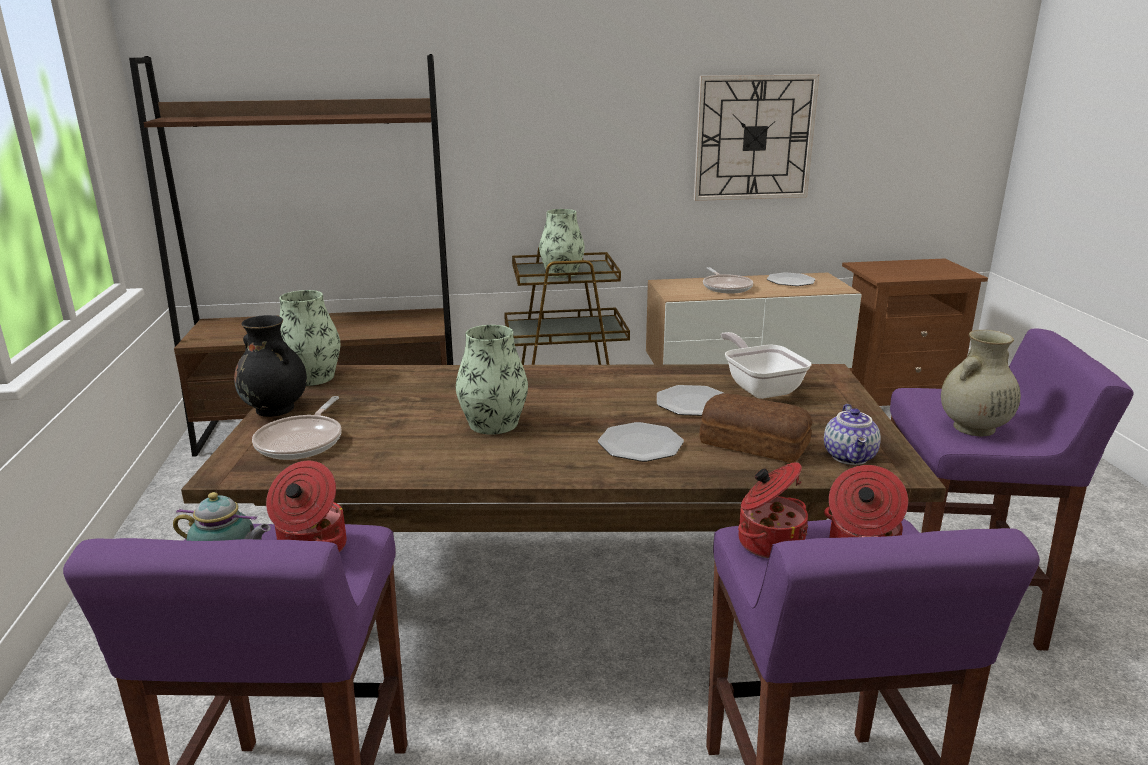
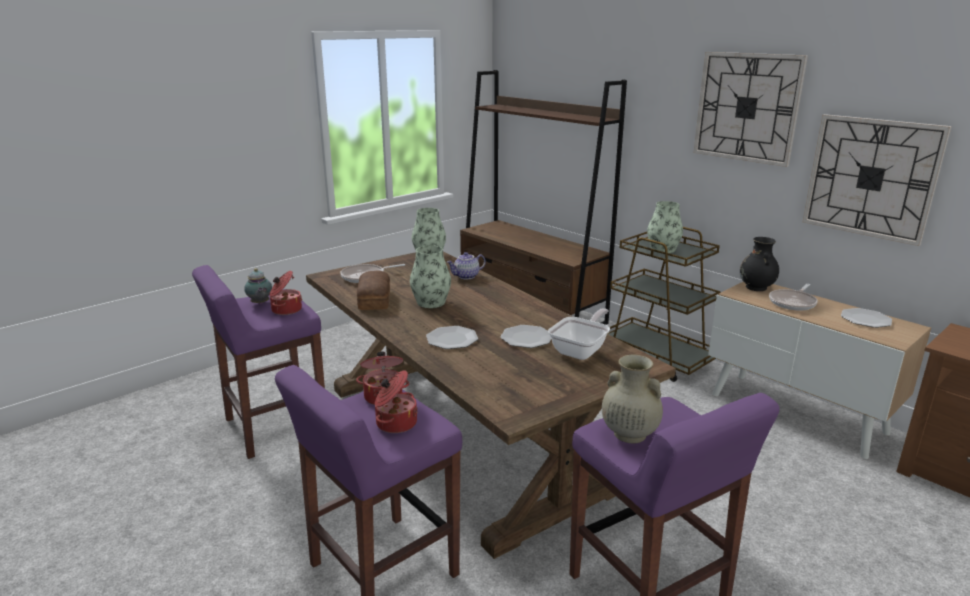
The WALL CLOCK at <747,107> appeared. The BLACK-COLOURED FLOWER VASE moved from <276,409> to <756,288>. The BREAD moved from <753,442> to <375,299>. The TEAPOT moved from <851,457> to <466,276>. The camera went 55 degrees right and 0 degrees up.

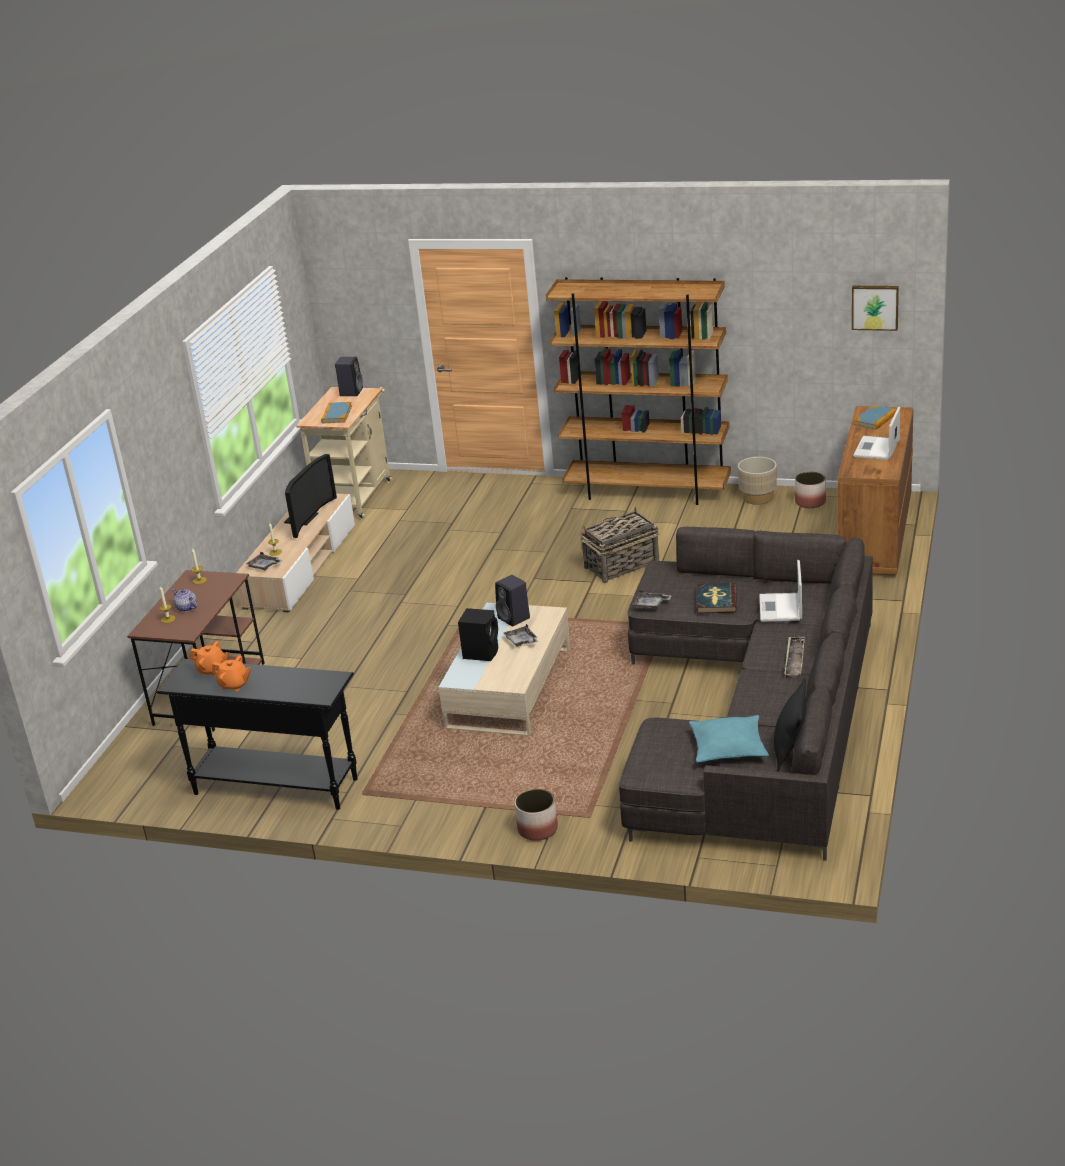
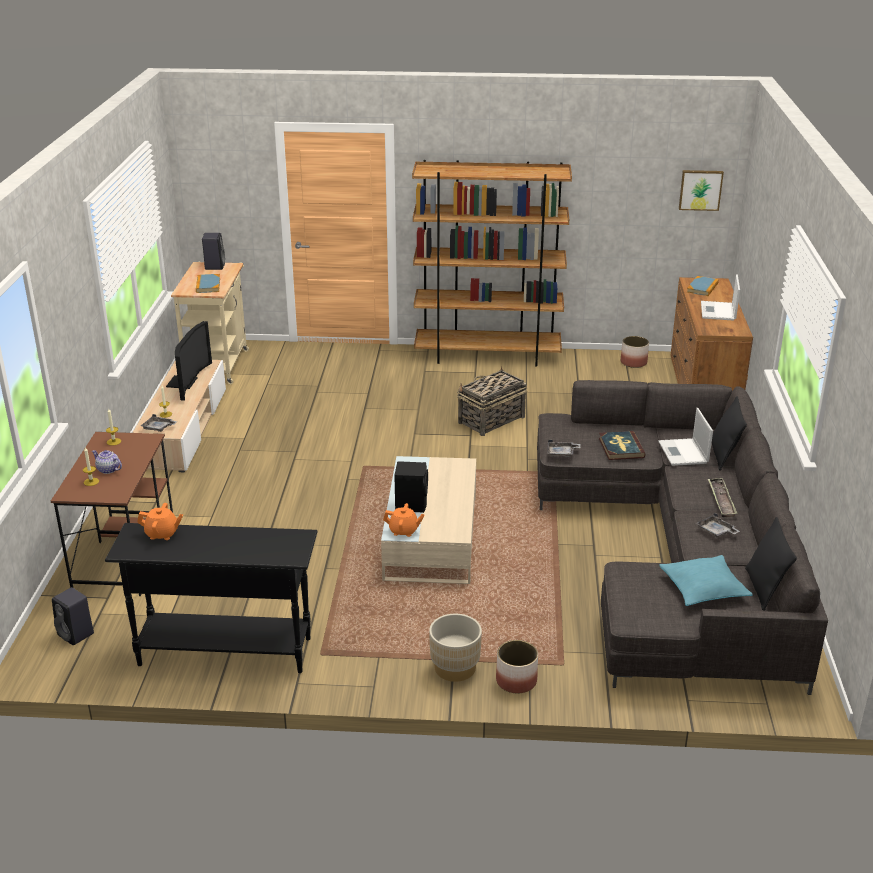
The BLACK-COLOURED THROW PILLOW at <723,456> appeared. The ORANGEY TEAPOT moved from <234,685> to <404,531>. The BLACK-COLOURED LOUDSPEAKER moved from <514,618> to <76,634>. The GREY TRAY moved from <521,641> to <716,531>. The SAND-COLOURED FLOWER POT moved from <757,497> to <455,668>. The camera went 15 degrees left and 0 degrees up.

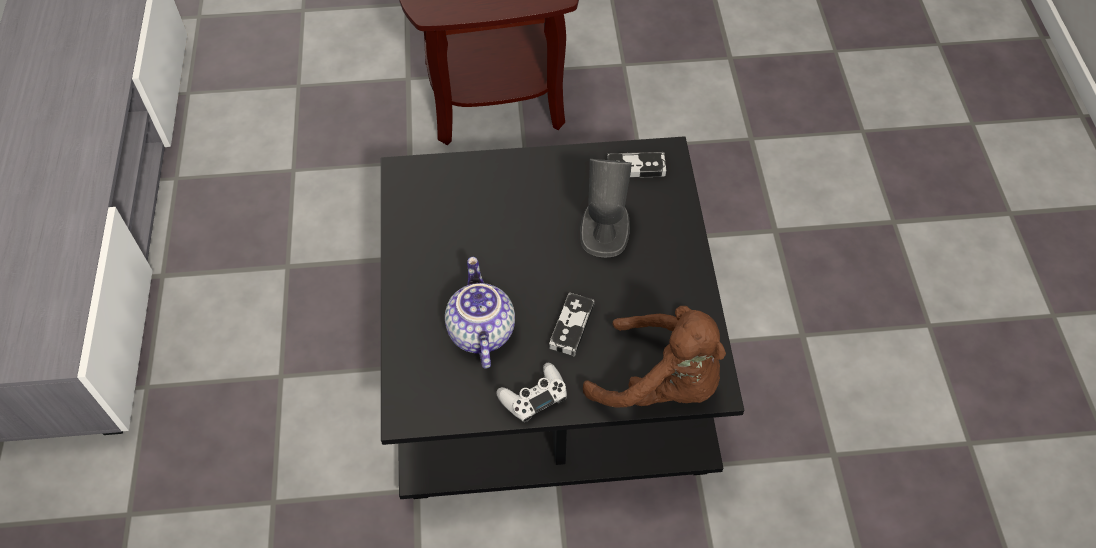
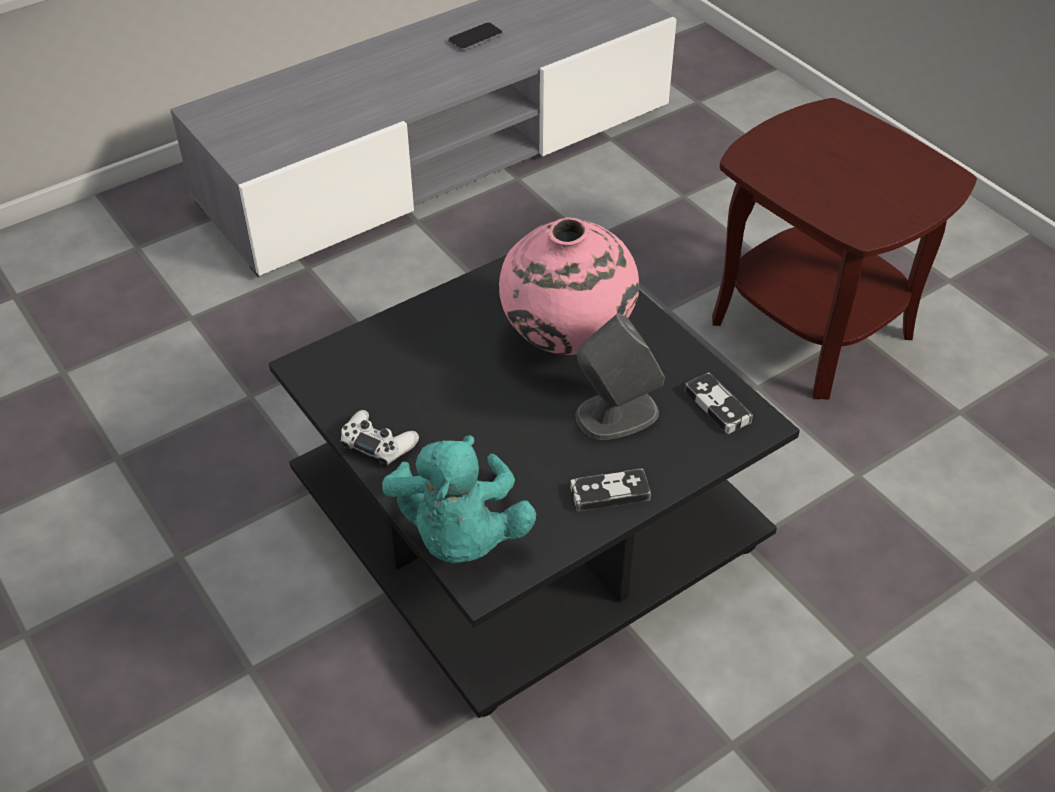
The TEAPOT at <479,331> disappeared. The PHONE at <475,39> appeared. The PINK FLOWER VASE at <567,342> appeared. The GAME CONTROLLER moved from <571,326> to <610,493>. The BROWN-COLOURED CUDDLY TOY at <661,382> became the TURQUOISE CUDDLY TOY at <459,535>. The camera went 60 degrees right and 10 degrees down.

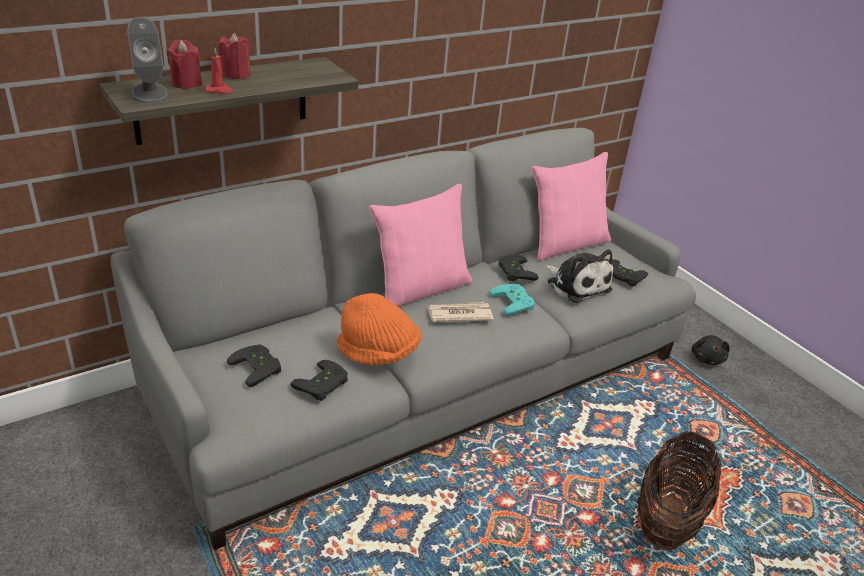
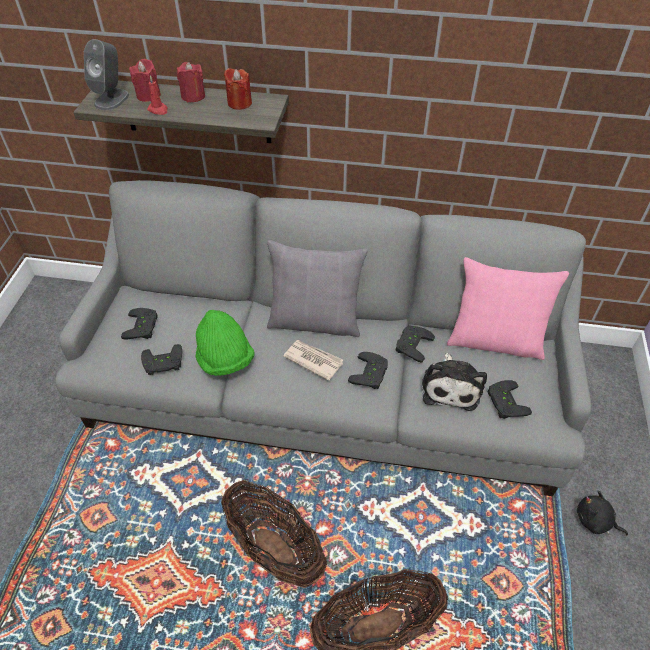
The HOUSEHOLD BASKET at <275,548> appeared. The RED CANDLE at <239,103> appeared. The ORANGEY CLOTHING HAT at <378,353> became the GREEN-COLOURED CLOTHING HAT at <225,359>. The PINK THROW PILLOW at <420,288> became the GREY THROW PILLOW at <315,321>. The TURQUOISE GAME CONTROLLER at <515,302> became the BLACK-COLOURED GAME CONTROLLER at <371,374>. The BLACK-COLOURED CUDDLY TOY at <707,358> turned 75 degrees clockwise. The camera went 45 degrees right and 15 degrees up.

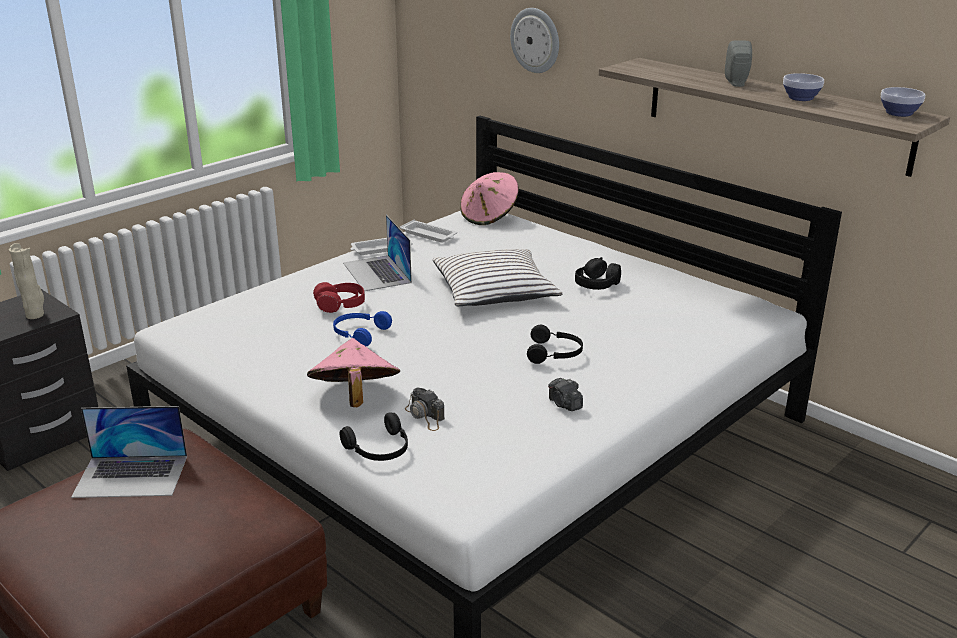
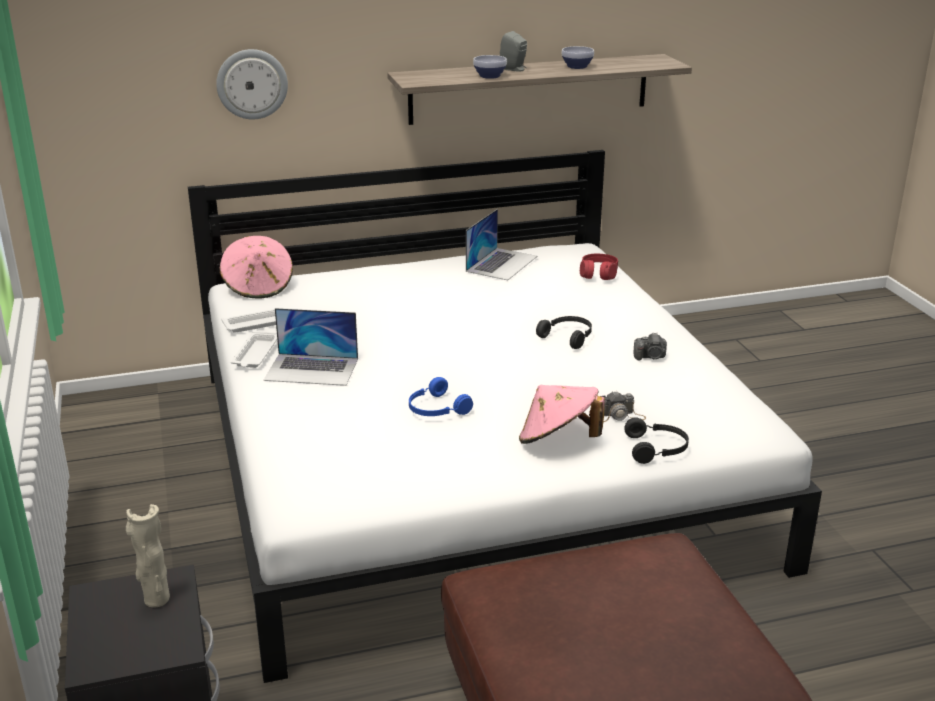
The WHITE THROW PILLOW at <494,291> disappeared. The BLACK-COLOURED HEADPHONES at <597,284> disappeared. The LAPTOP moved from <131,476> to <501,263>. The RED HEADPHONES moved from <340,305> to <598,274>. The DEEP DISH moved from <898,113> to <489,76>. The camera went 60 degrees left and 0 degrees up.

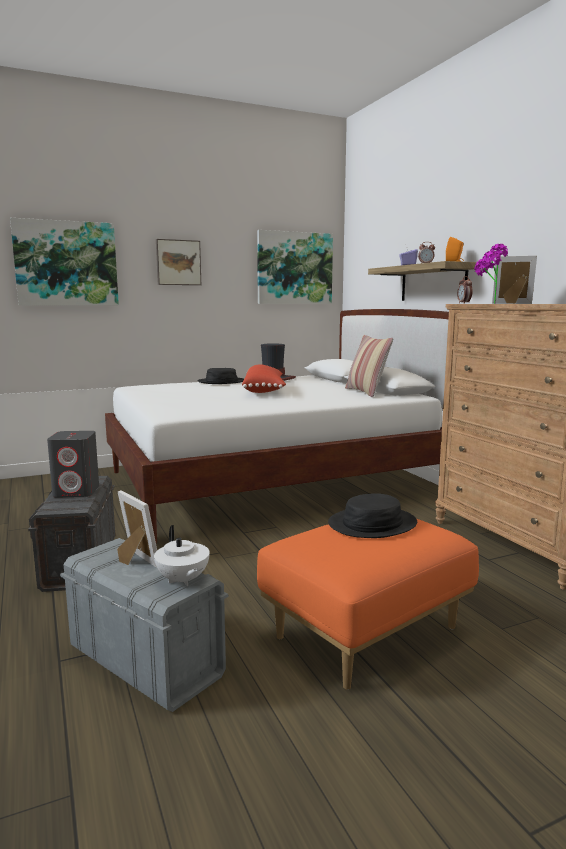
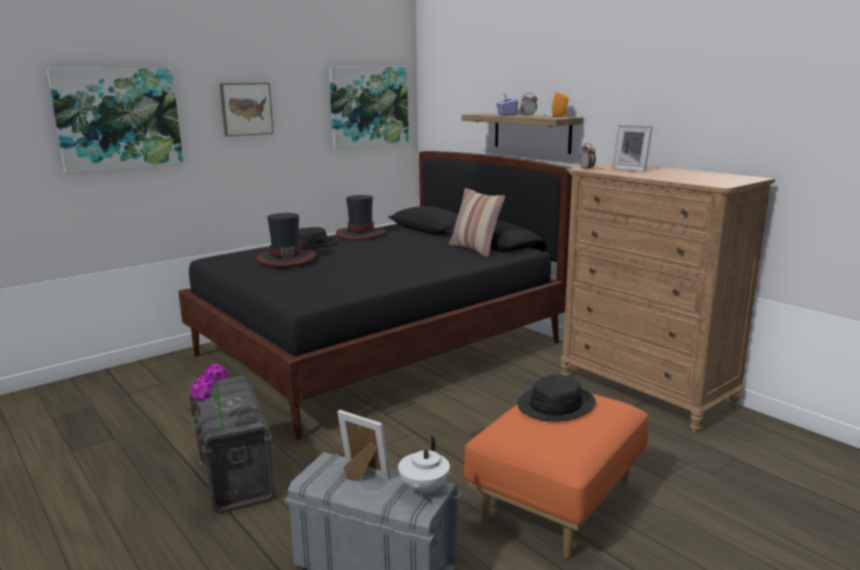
The GREY LOUDSPEAKER at <77,491> disappeared. The RED THROW PILLOW at <264,390> disappeared. The CLOTHING HAT at <286,259> appeared. The PLANT IN A POT moved from <487,303> to <212,430>. The WHITE BEDROOM BED at <272,482> became the BLACK-COLOURED BEDROOM BED at <379,349>. The WHITE TEAPOT at <182,580> turned 60 degrees clockwise. The STANDING FRAME at <512,303> turned 135 degrees counterclockwise. The camera went 15 degrees left and 5 degrees up.

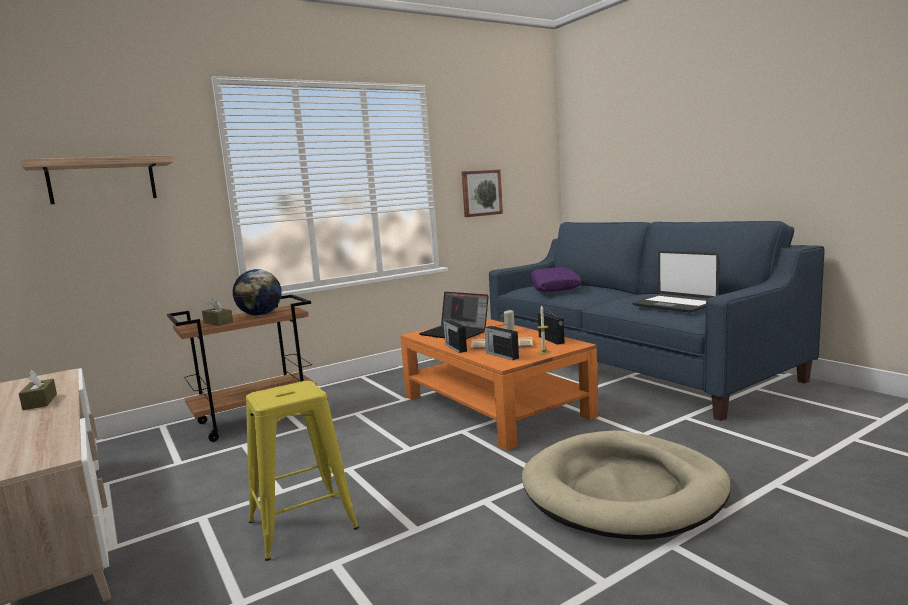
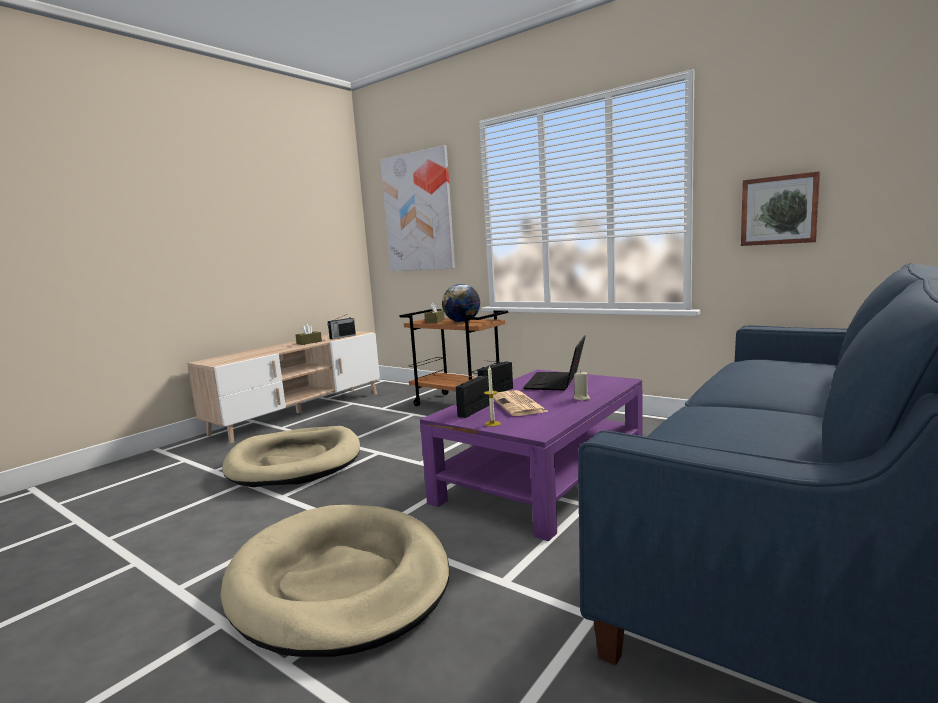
The PURPLE THROW PILLOW at <555,288> disappeared. The LAPTOP at <675,305> disappeared. The RADIO RECEIVER moved from <551,340> to <342,337>. The WALL SHELF at <102,181> was replaced by the WALL ART at <418,212>. The YELLOW STOOL at <302,525> was replaced by the SAND-COLOURED DOG CUSHION at <295,461>. The ORANGEY LOUNGE TABLE at <495,406> became the PURPLE LOUNGE TABLE at <542,476>. The camera went 70 degrees right and 0 degrees up.

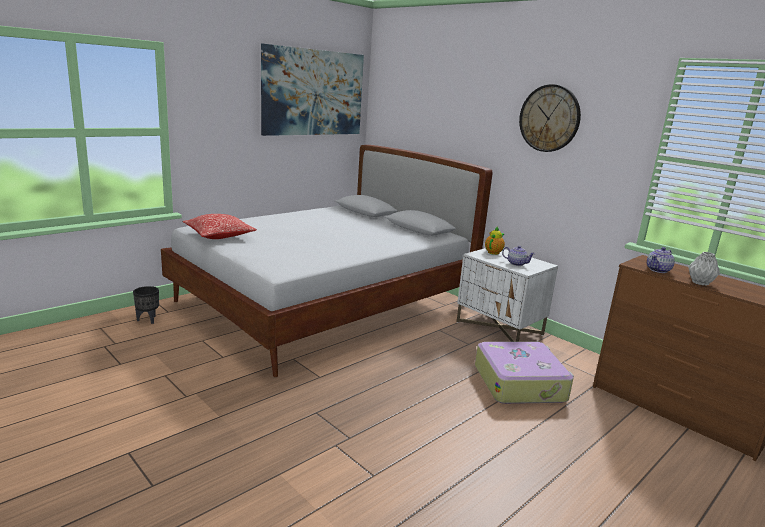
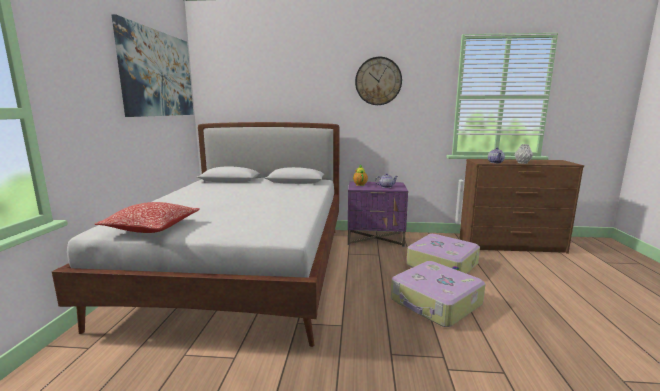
The BLACK-COLOURED FLOWER POT at <148,320> disappeared. The SUITCASE at <436,303> appeared. The WHITE NIGHT TABLE at <500,328> became the PURPLE NIGHT TABLE at <375,239>. The camera went 40 degrees left and 5 degrees down.

